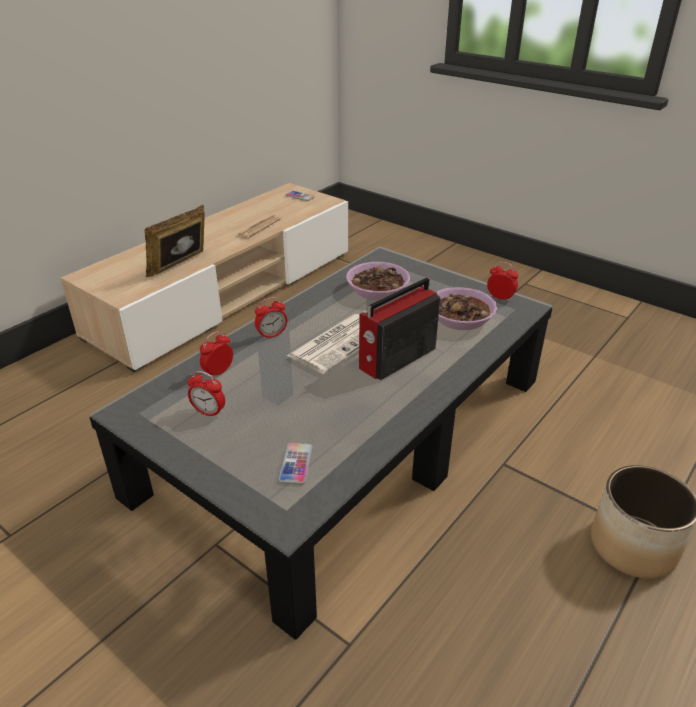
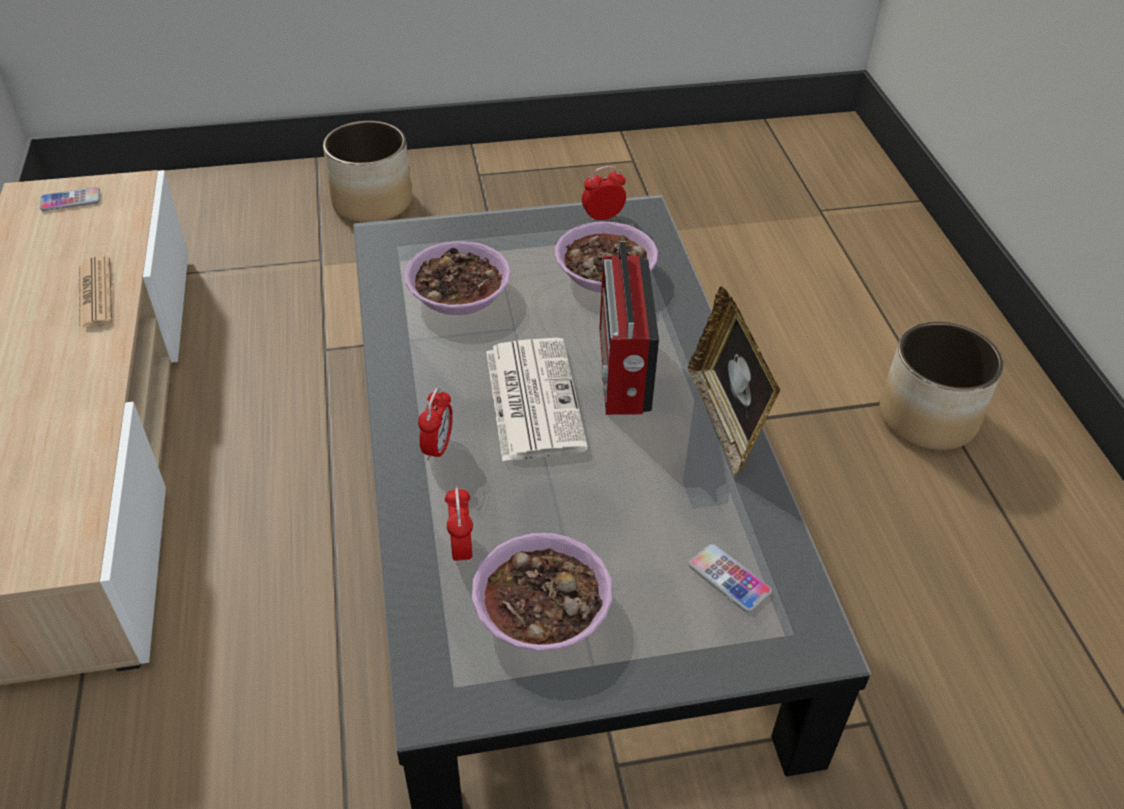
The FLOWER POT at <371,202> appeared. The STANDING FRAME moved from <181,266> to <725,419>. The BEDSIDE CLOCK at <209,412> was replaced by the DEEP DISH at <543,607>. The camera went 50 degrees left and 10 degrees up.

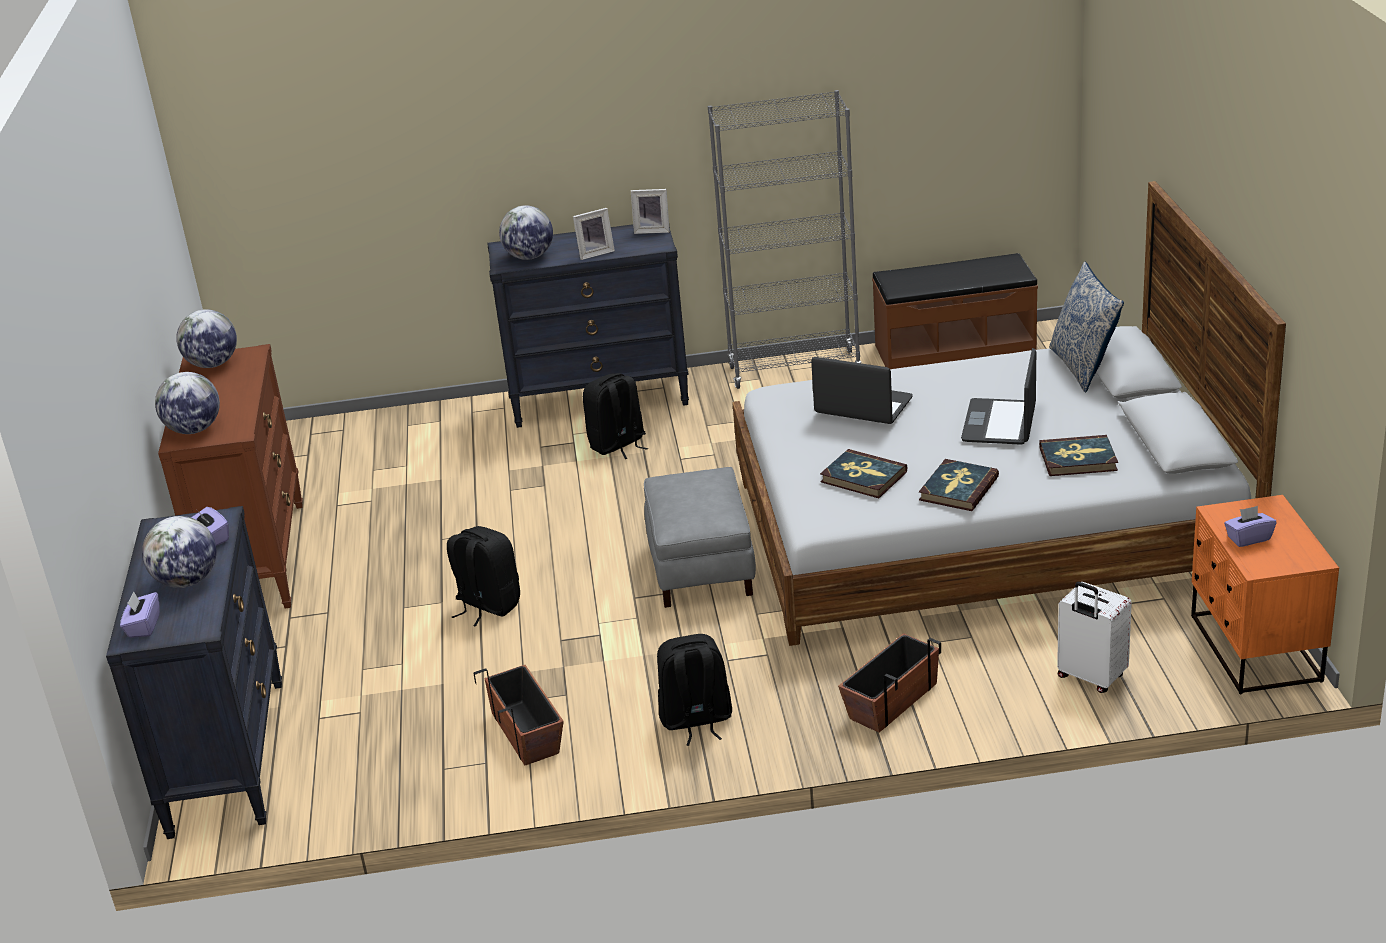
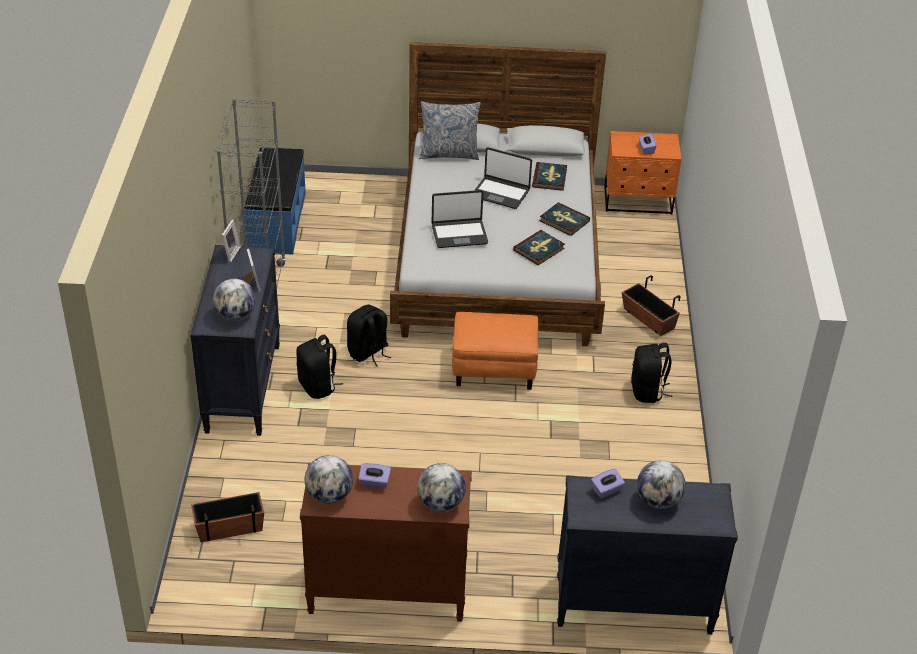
The WHITE SUITCASE at <1090,678> disappeared. The PURPLE TISSUE BOX moved from <143,626> to <374,483>. The BLACK-COLOURED BACKPACK moved from <487,606> to <368,352>. The FLOWER POT moved from <526,732> to <229,527>. The GREY FOOTREST at <702,569> became the ORANGEY FOOTREST at <494,368>. The BROWN-COLOURED LONG SEAT at <954,349> became the BLUE LONG SEAT at <276,222>. The LAPTOP at <863,407> turned 135 degrees counterclockwise. The camera went 85 degrees left and 10 degrees up.

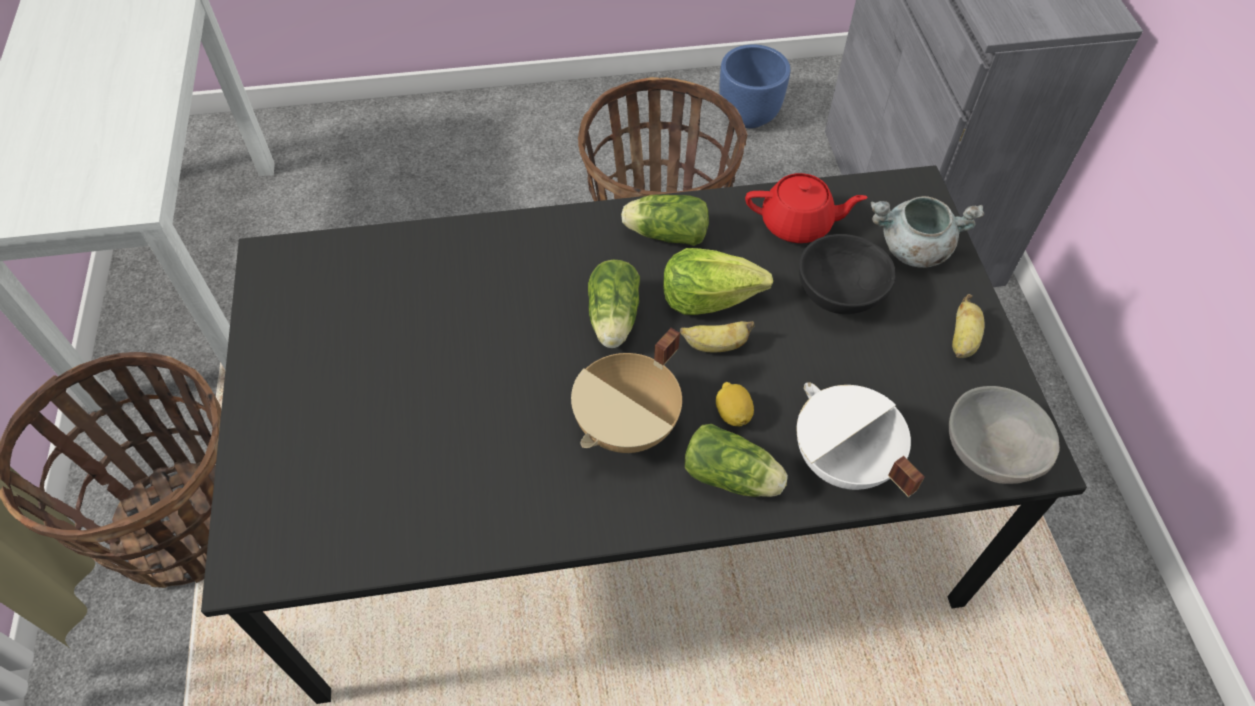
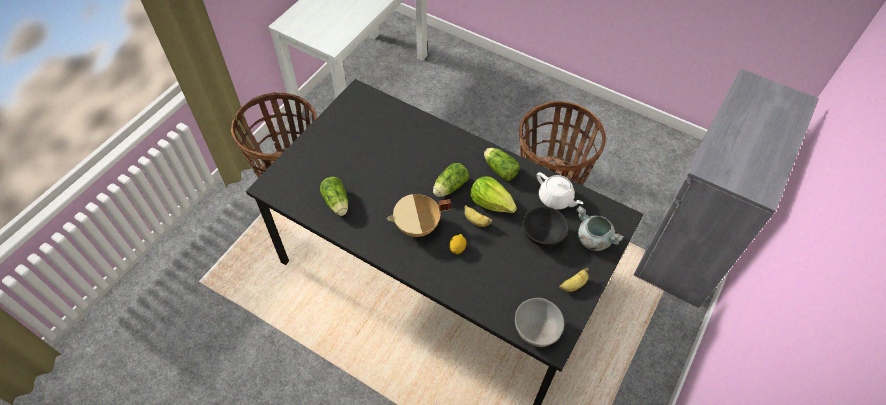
The BLUE FLOWER POT at <747,115> disappeared. The WHITE SAUCEPOT at <841,462> disappeared. The HEAD OF LETTUCE moved from <733,478> to <337,203>. The RED TEAPOT at <798,224> became the WHITE TEAPOT at <556,199>. The camera went 40 degrees right and 0 degrees up.

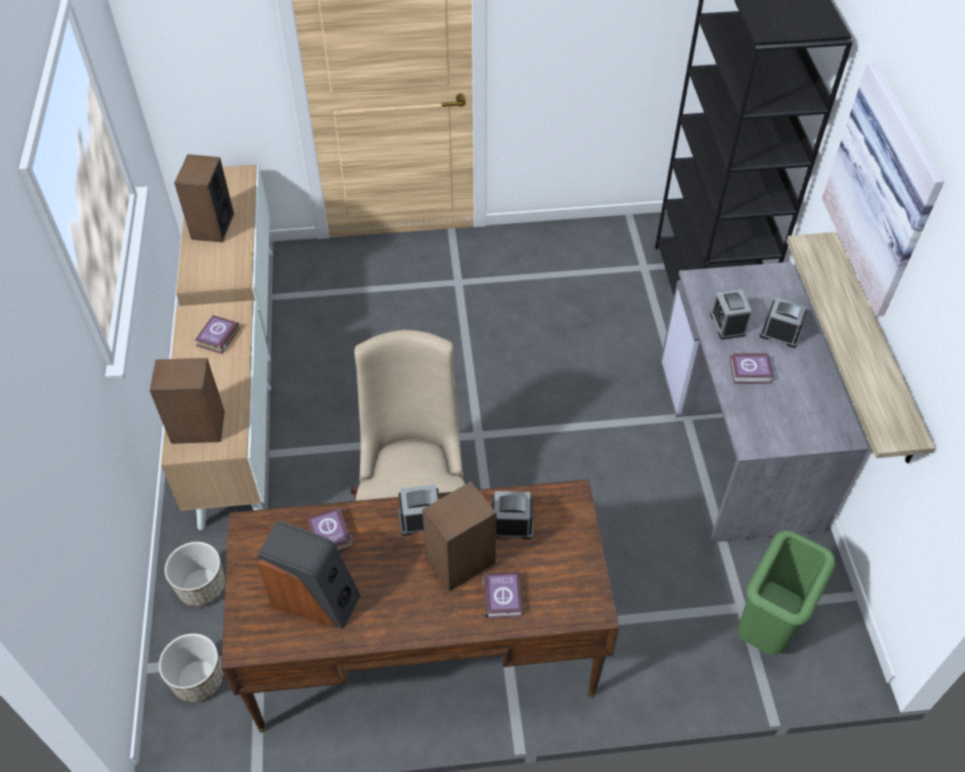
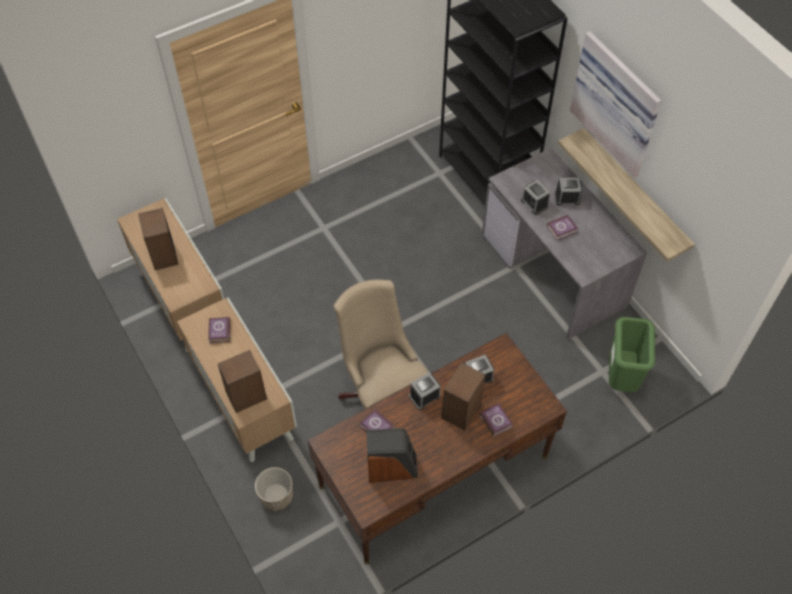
The FLOWER POT at <198,680> disappeared. The camera went 25 degrees left and 5 degrees up.

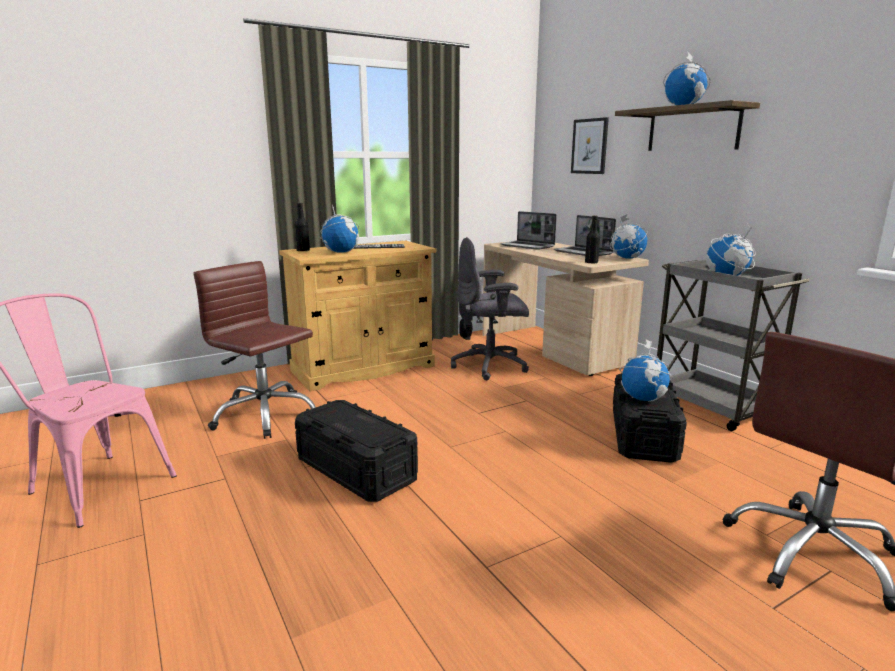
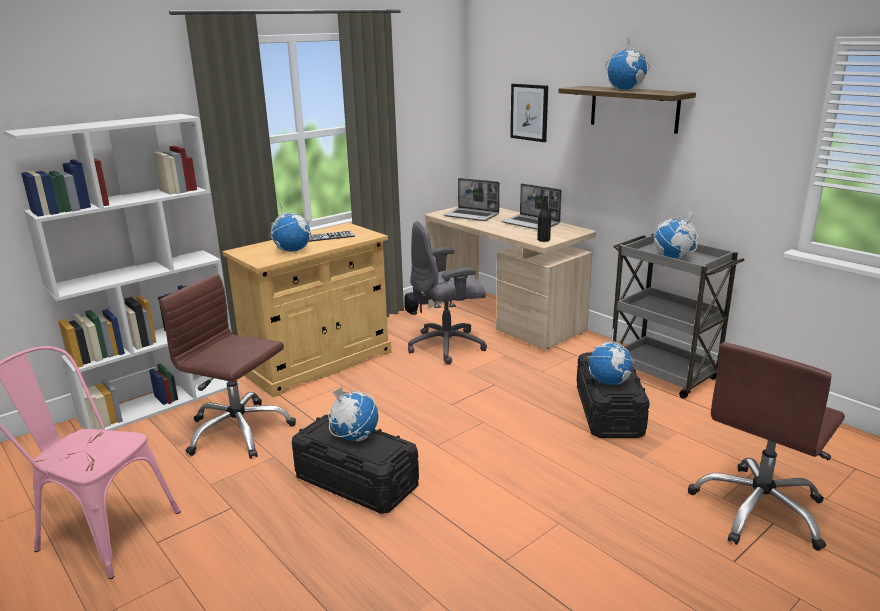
The BLACK-COLOURED BEVERAGE BOTTLE at <303,250> disappeared. The WHITE BOOKCASE at <162,401> appeared. The DESK GLOBE moved from <627,258> to <354,437>. The camera went 10 degrees left and 5 degrees up.

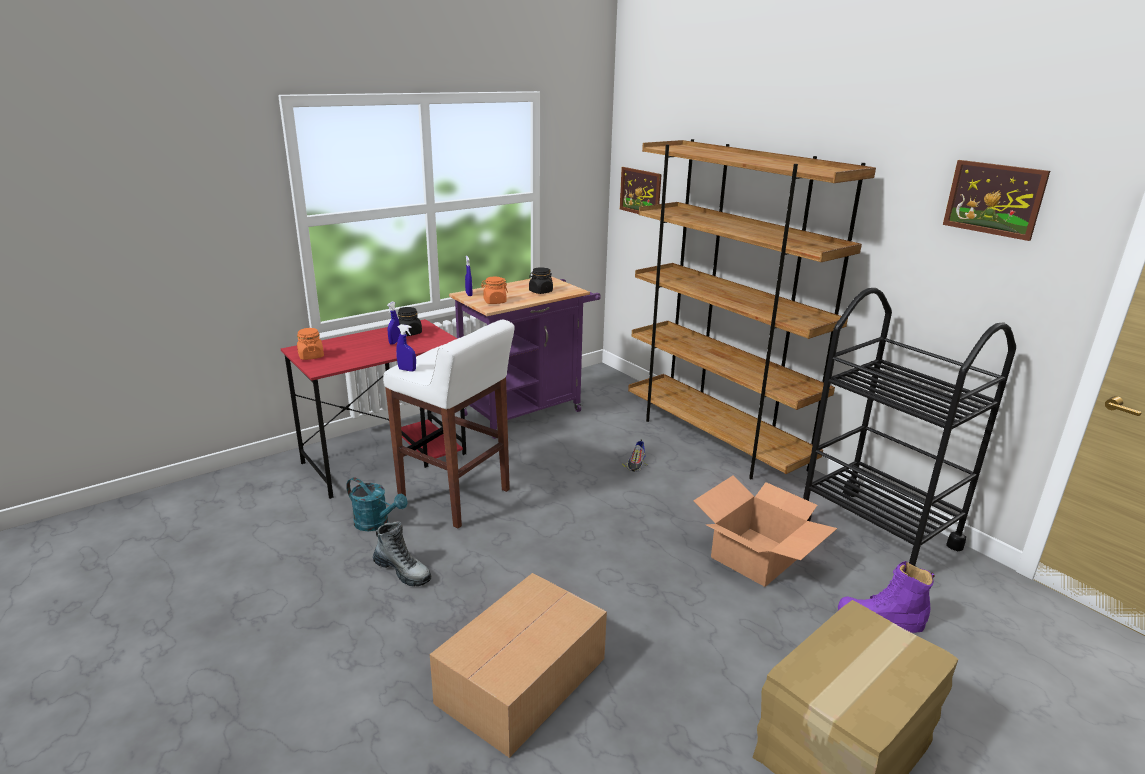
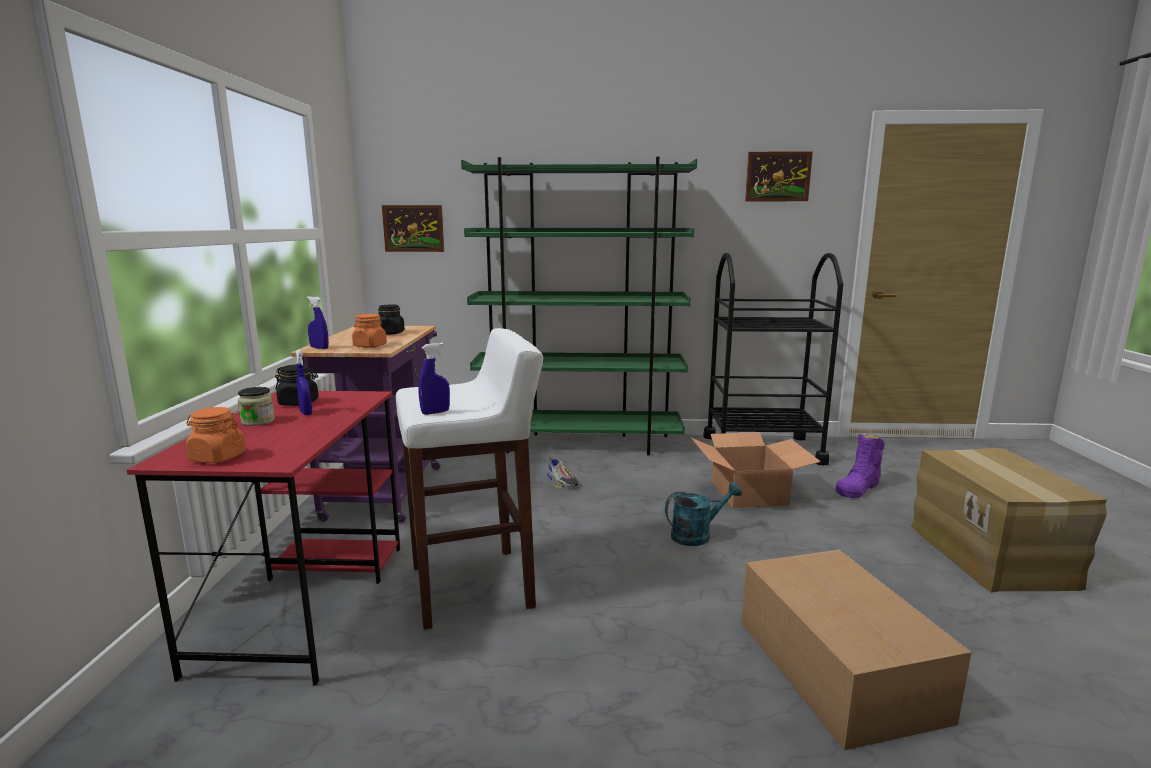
The HIGH-TOP BOOT at <403,571> disappeared. The STORAGE JAR at <258,421> appeared. The TURQUOISE SPRINKLING CAN moved from <376,523> to <697,535>. The BROWN-COLOURED BOOKCASE at <715,440> became the GREEN-COLOURED BOOKCASE at <579,444>. The camera went 50 degrees left and 10 degrees down.

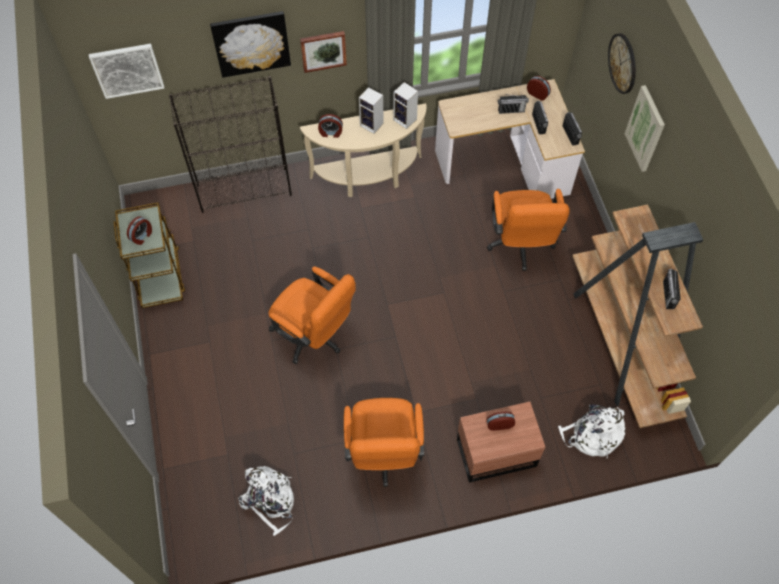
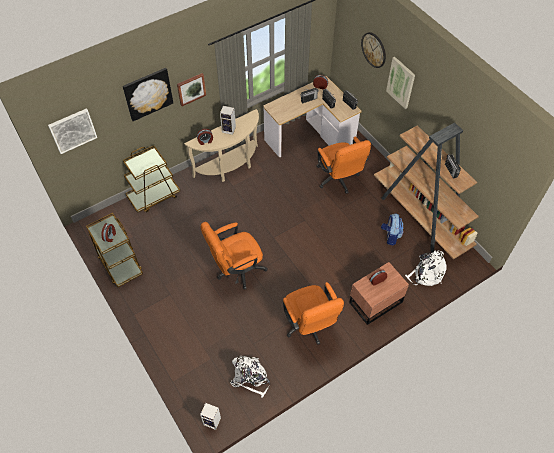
The BACKPACK at <390,236> appeared. The LOUDSPEAKER moved from <406,120> to <213,421>. The BLACK-COLOURED BOOKCASE at <245,190> was replaced by the BROWN-COLOURED WHEELED CART at <154,196>. The ORANGEY COMPUTER CHAIR at <314,336> turned 135 degrees clockwise. The camera went 20 degrees left and 5 degrees down.

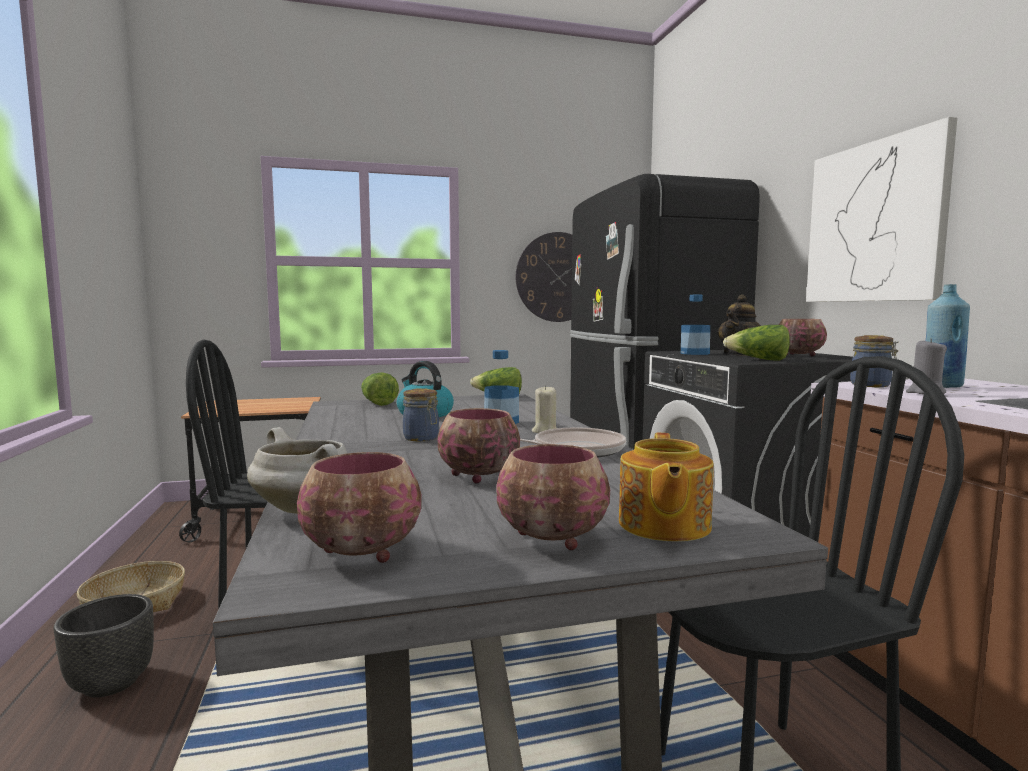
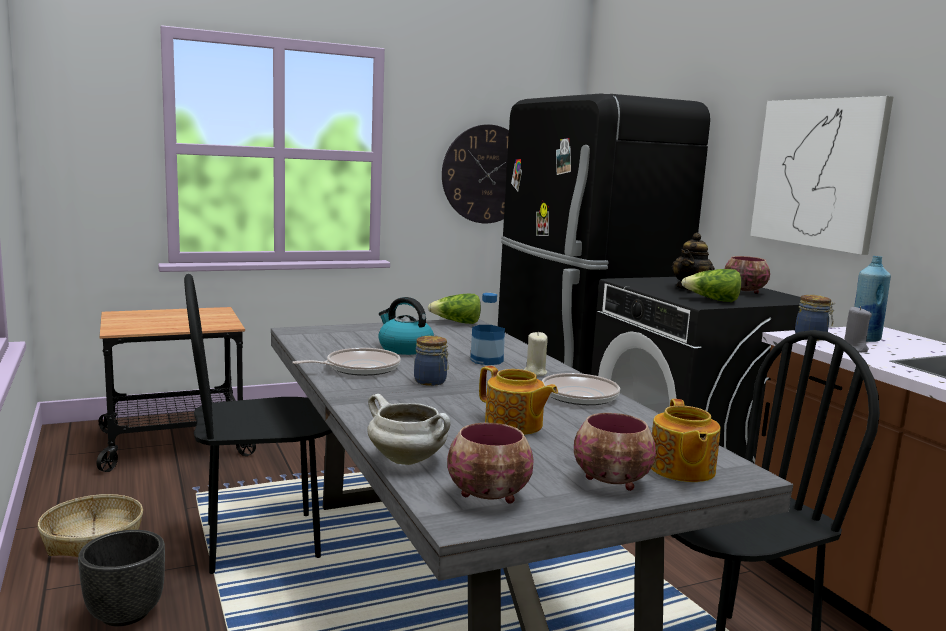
The HEAD OF LETTUCE at <378,403> disappeared. The BEVERAGE BOTTLE at <695,353> disappeared. The FRYING PAN at <359,368> appeared. The DEEP DISH at <476,476> was replaced by the TEAPOT at <514,425>. The camera went 10 degrees left and 5 degrees up.

